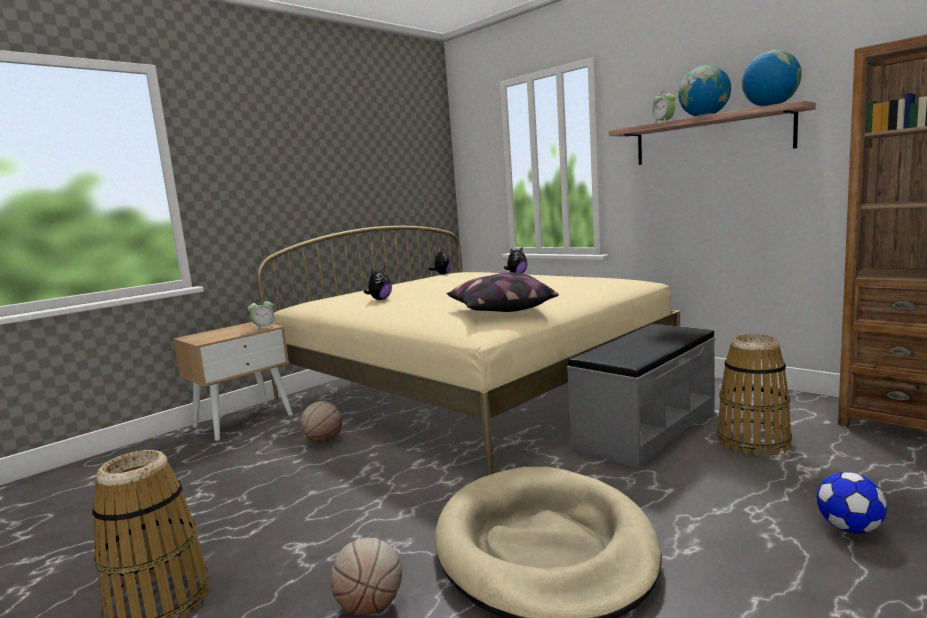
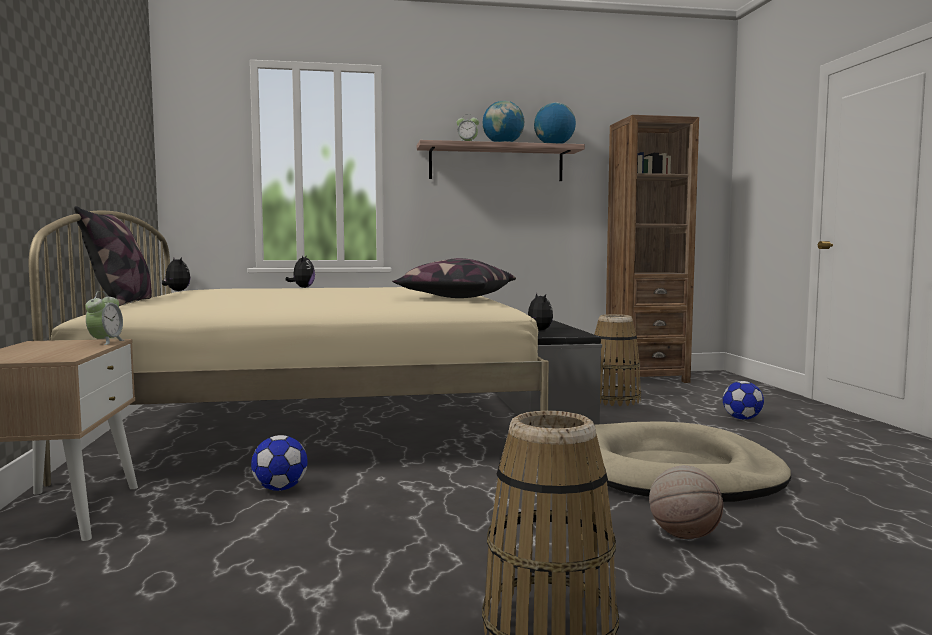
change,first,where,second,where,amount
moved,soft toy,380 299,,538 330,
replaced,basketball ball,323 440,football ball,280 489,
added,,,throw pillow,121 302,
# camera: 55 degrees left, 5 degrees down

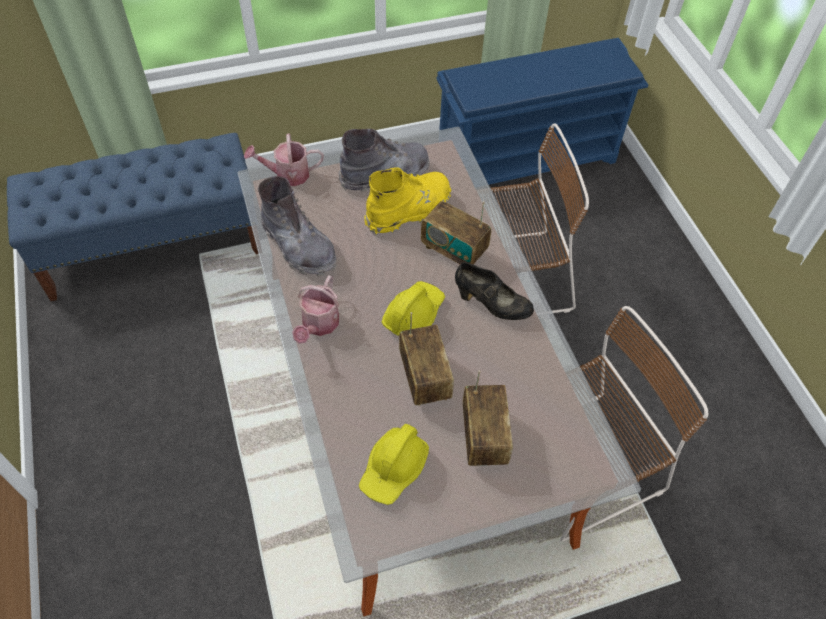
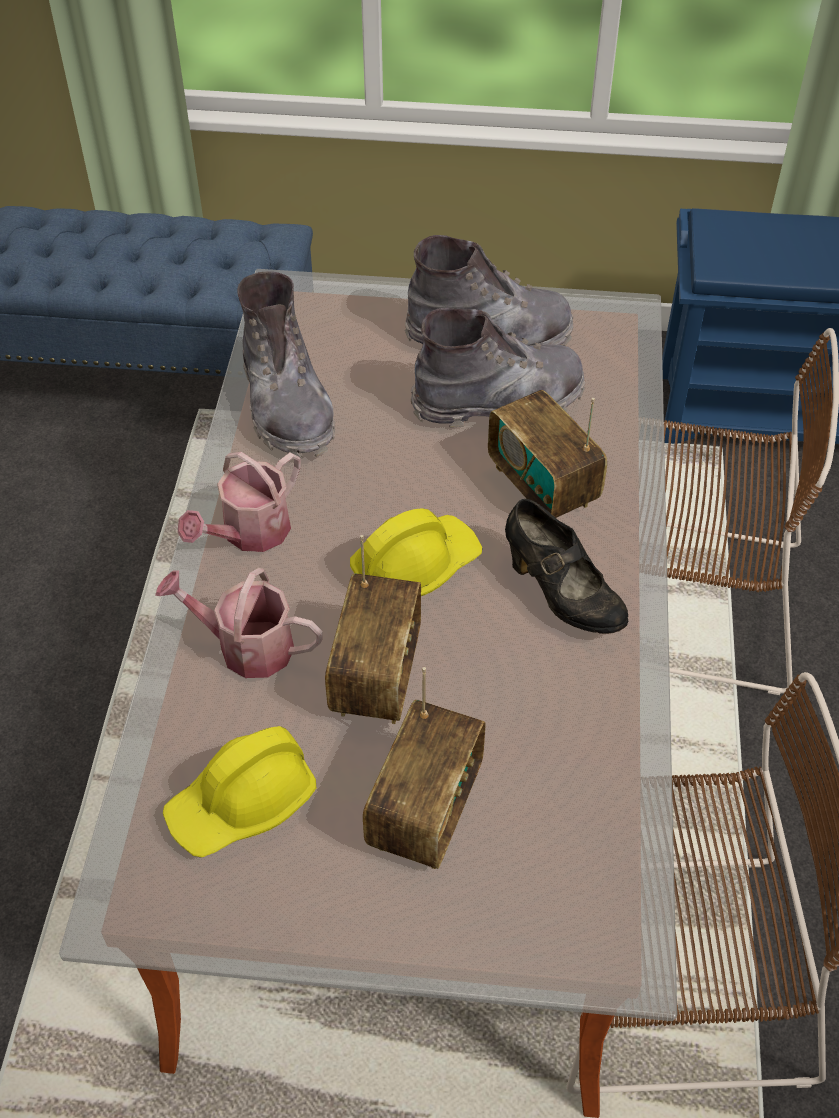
change,first,where,second,where,amount
moved,sprinkling can,287 174,,246 646,
recoloured,tall boot (yellow-coloured),409 211,tall boot (greyish),499 402,
# camera: 25 degrees right, 5 degrees down

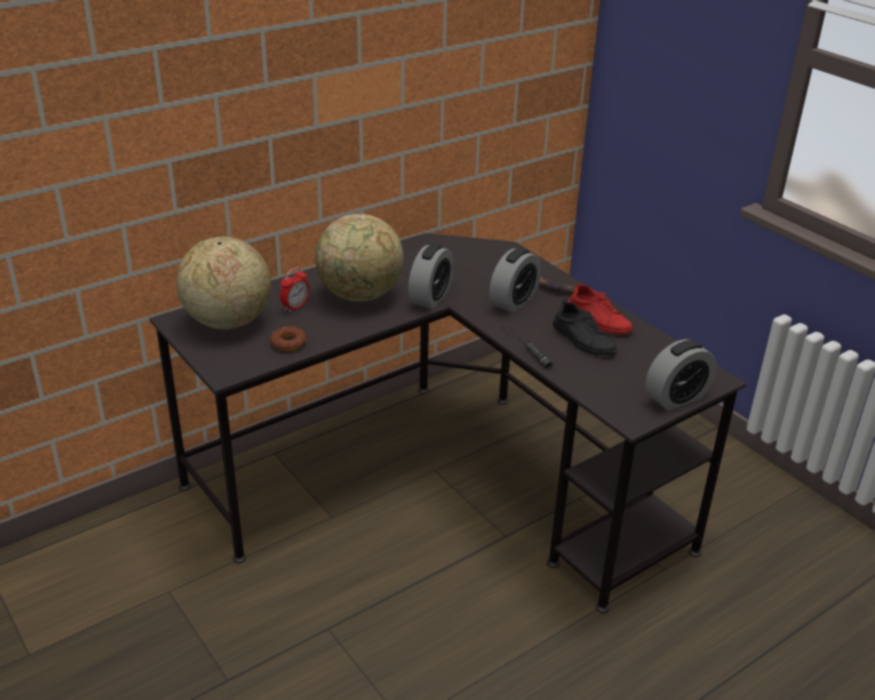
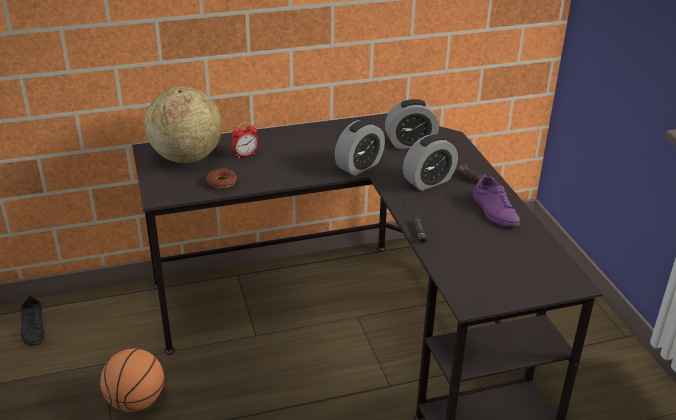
change,first,where,second,where,amount
removed,globe,360 296,,,
recoloured,shoe (red),598 320,shoe (purple-coloured),494 210,
moved,shoe (black),583 340,,33 328,
moved,table clock,676 398,,410 143,
added,,,basketball ball,136 401,
# camera: 20 degrees right, 0 degrees up

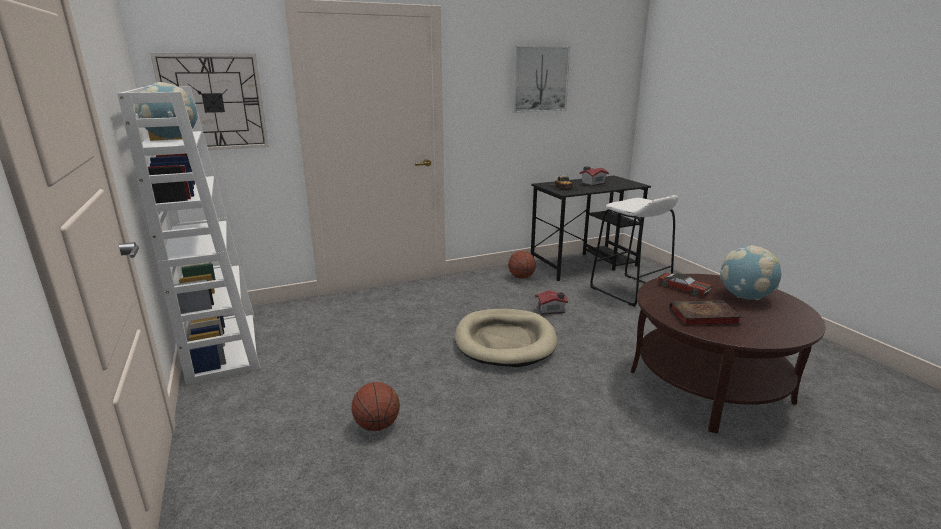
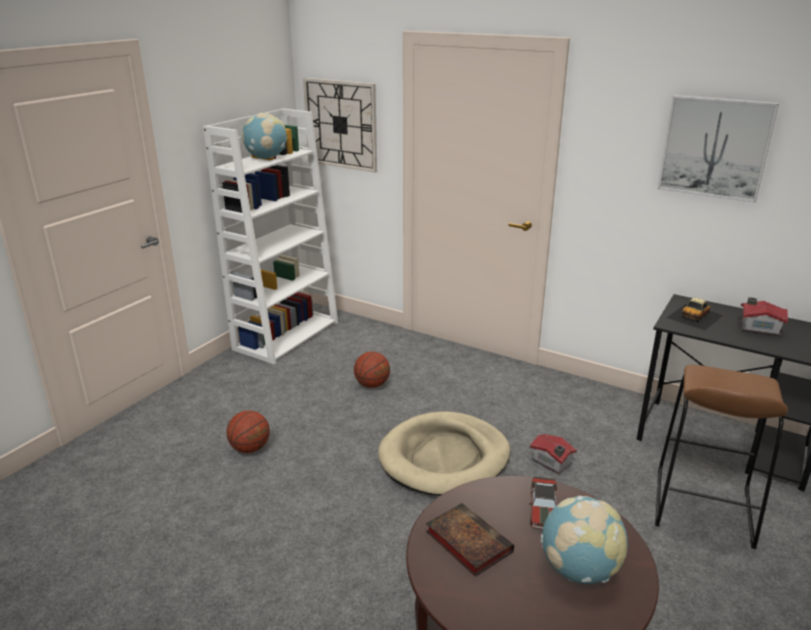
change,first,where,second,where,amount
recoloured,sitting stool (white-coloured),630 290,sitting stool (brown-coloured),702 508,
moved,basketball ball,521 277,,372 385,
# camera: 55 degrees right, 5 degrees up

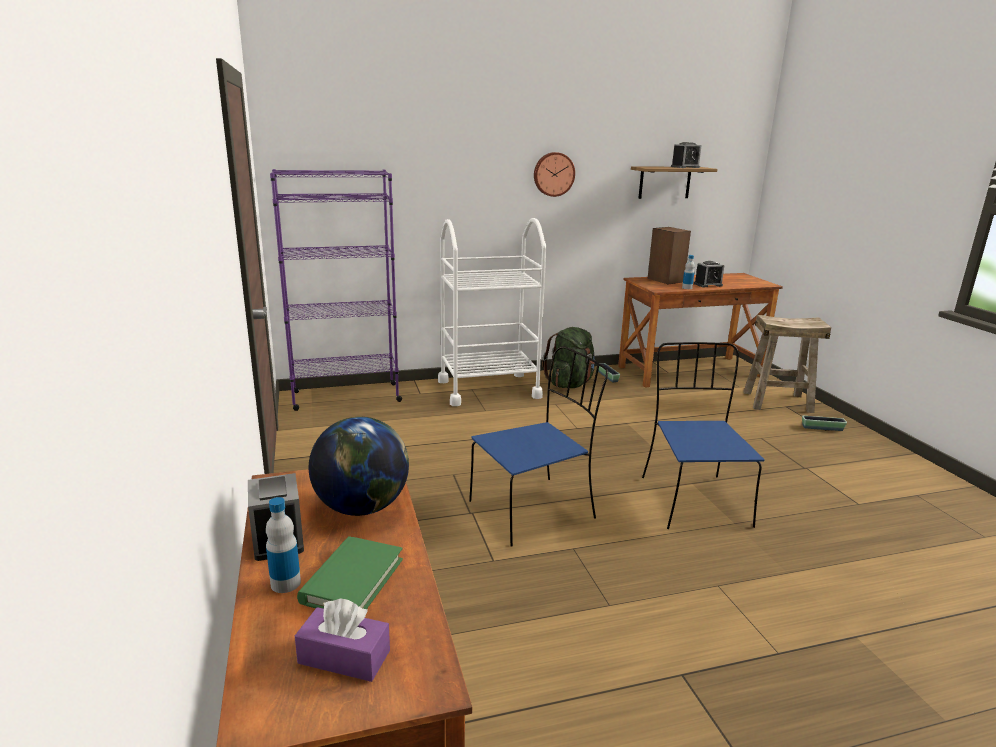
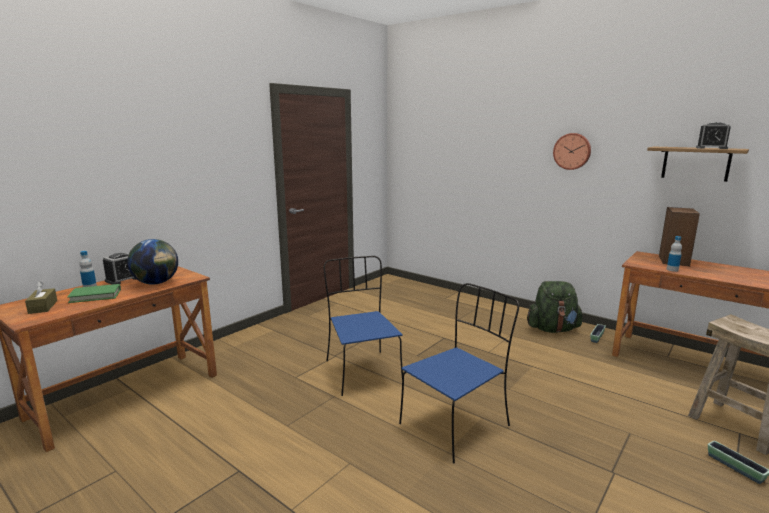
change,first,where,second,where,amount
removed,shelving unit (purple-coloured),346 396,,,
removed,trolley (white-coloured),488 389,,,
removed,table clock,708 285,,,
turned,chair (bluish),534 509,,362 371,135 degrees counterclockwise
recoloured,tissue holder (purple-coloured),344 657,tissue holder (brown-coloured),43 307,
# camera: 55 degrees right, 5 degrees down

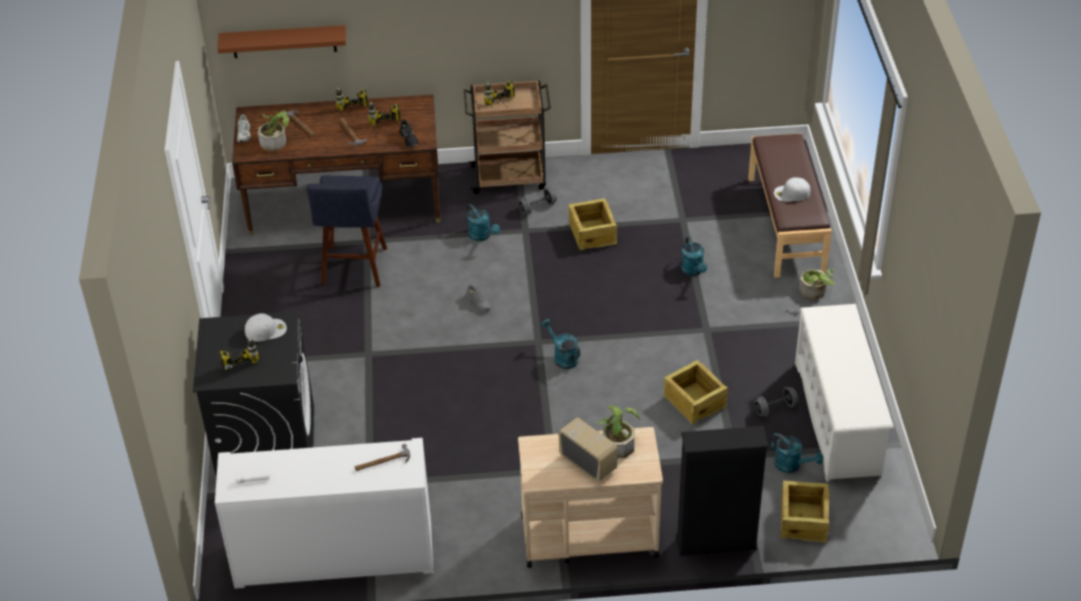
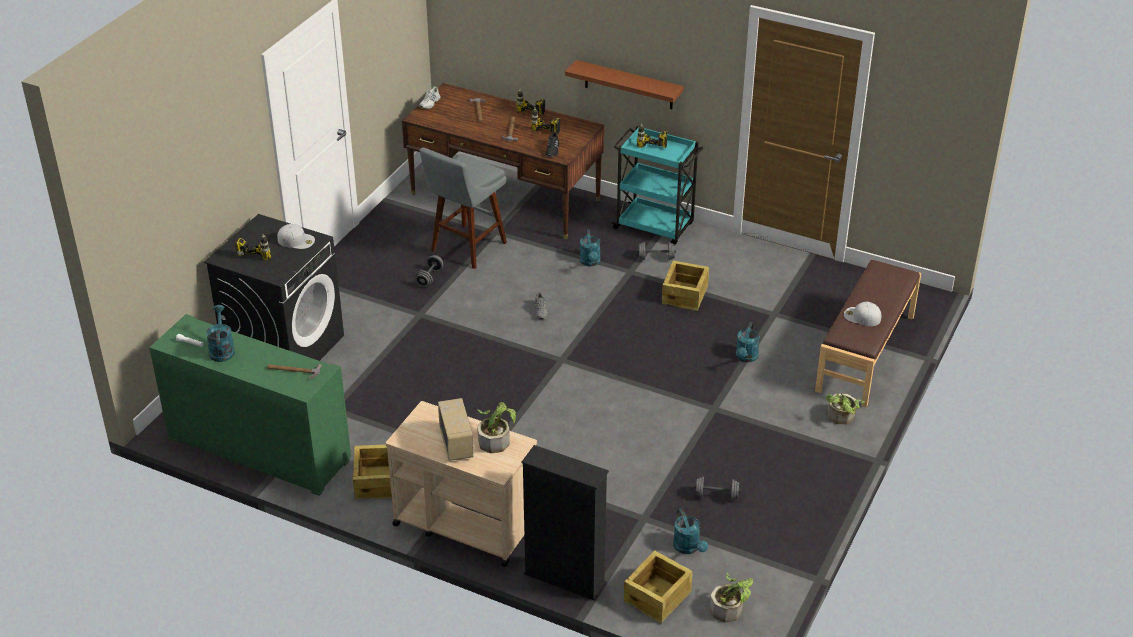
change,first,where,second,where,amount
moved,shelf (brown-coloured),284 41,,628 85,
recoloured,trolley (brown-coloured),510 177,trolley (turquoise),655 227,
moved,potted plant,276 141,,730 608,
recoloured,sitting stool (bluish),353 270,sitting stool (greyish),465 249,
removed,shoe rack (white-coloured),837 418,,,
moved,sprinkling can (turquoise),562 357,,221 349,
moved,crate,695 401,,378 481,
recoloured,cabinet (white-coloured),334 555,cabinet (greenish),259 448,
added,,,hand weight (greyish),429 278,
# camera: 30 degrees right, 5 degrees down

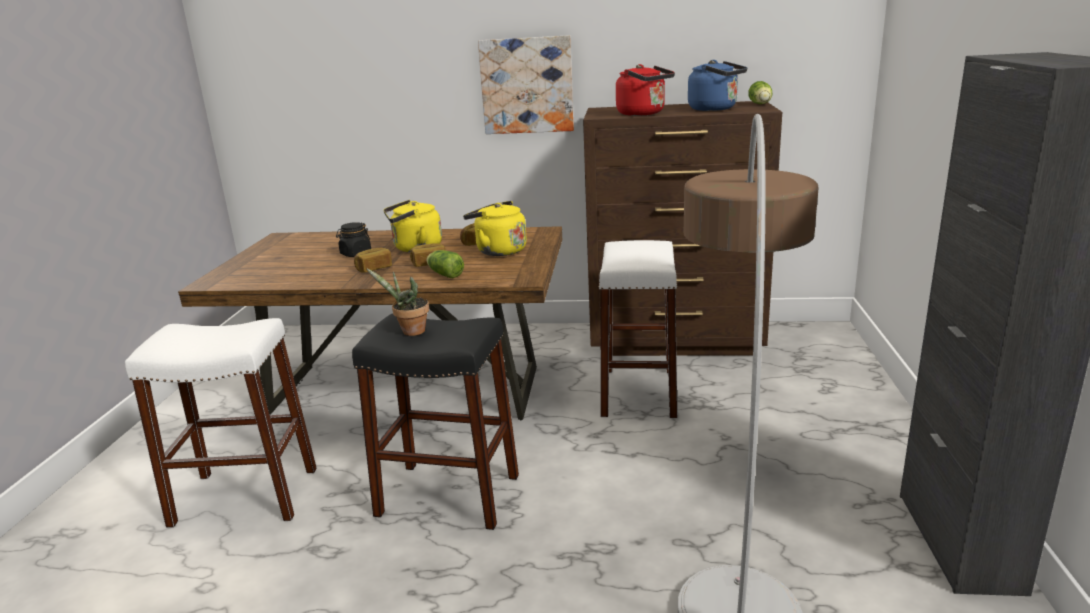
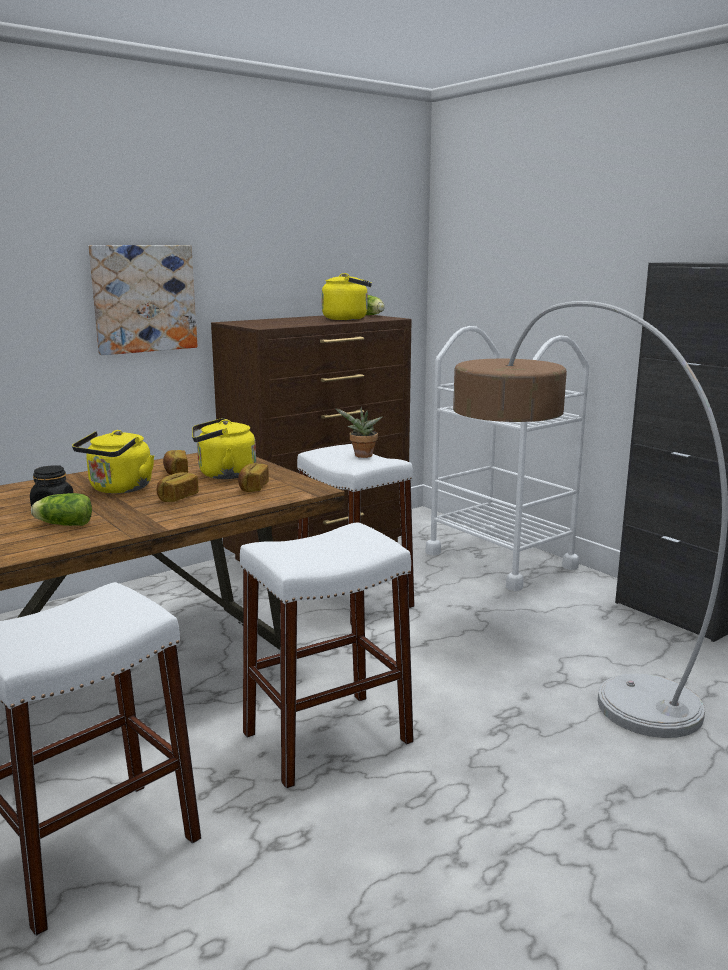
change,first,where,second,where,amount
recoloured,tea kettle (bluish),715 109,tea kettle (yellow-coloured),348 319,
removed,tea kettle (red),643 114,,,
moved,baked bread,374 268,,252 487,
moved,head of lettuce,444 274,,62 524,
moved,potted plant,410 332,,362 456,
recoloured,sitting stool (black),448 495,sitting stool (white-coloured),327 737,
added,,,trolley (white-coloured),500 560,
# camera: 45 degrees left, 5 degrees down

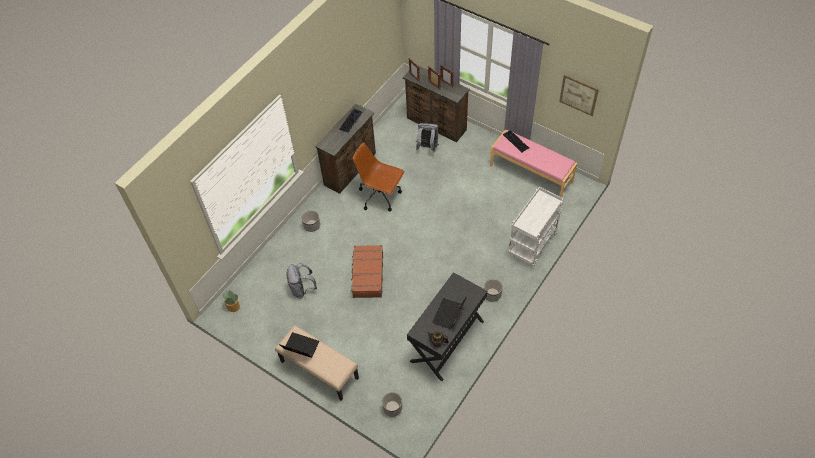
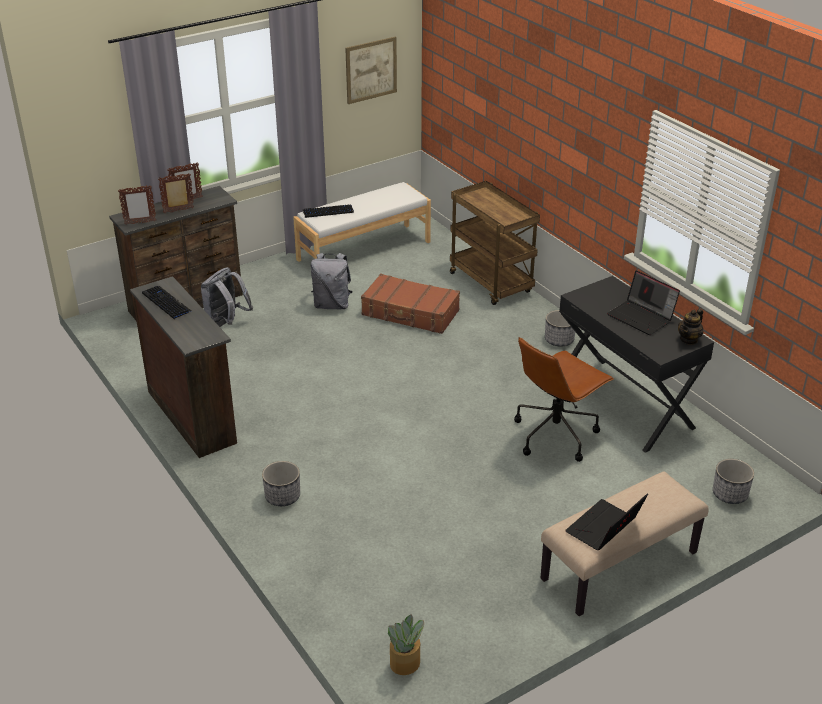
change,first,where,second,where,amount
recoloured,indoor bench (pinkish),531 173,indoor bench (white-coloured),363 250,
moved,desk chair (brown-coloured),380 196,,555 434,
recoloured,trolley (white-coloured),532 245,trolley (brown-coloured),492 284,
moved,suitcase (brown-coloured),367 275,,410 313,
moved,knapsack (greyish),302 289,,332 305,
# camera: 70 degrees left, 20 degrees down

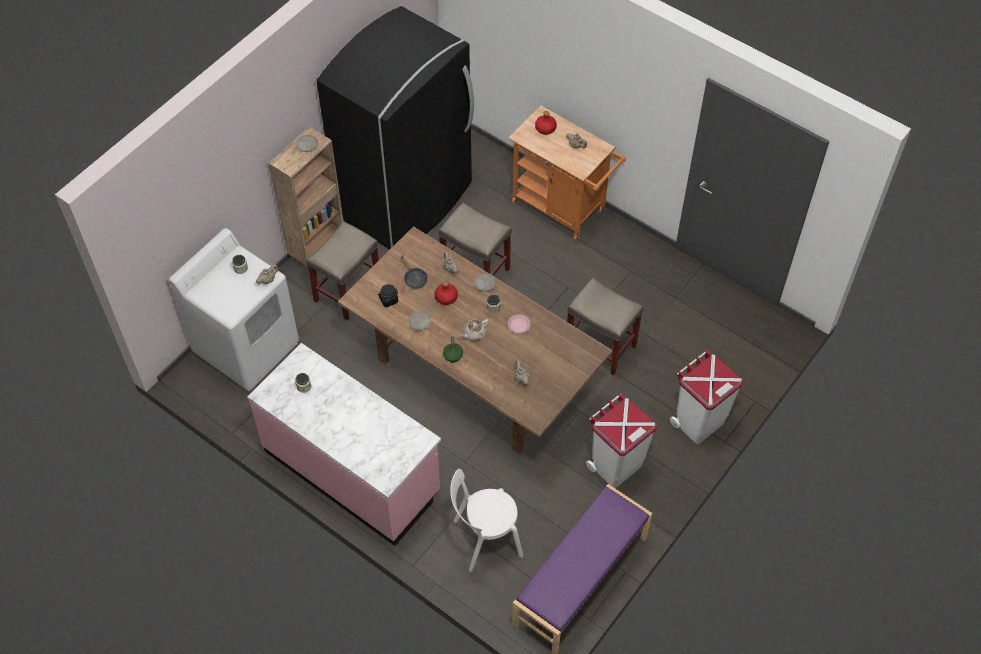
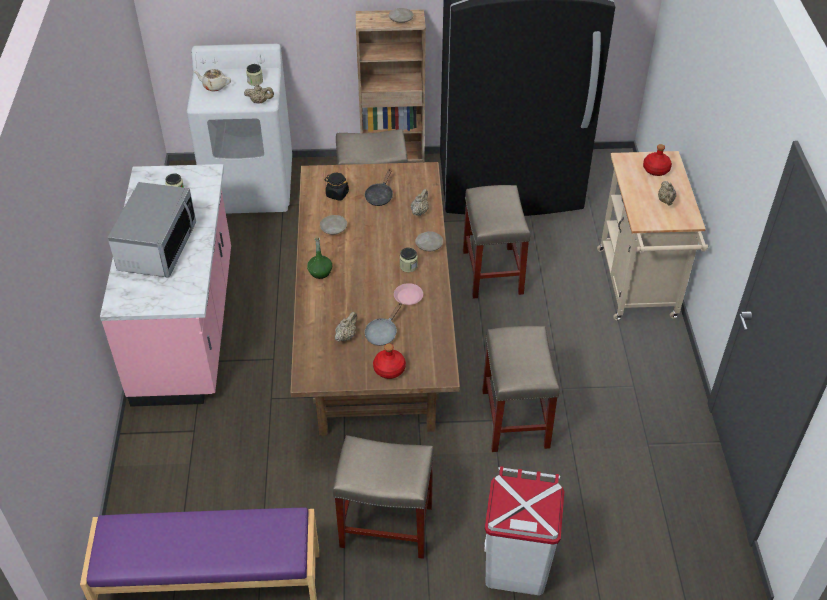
change,first,where,second,where,amount
recoloured,trolley (orange-coloured),563 209,trolley (sand-coloured),638 288,
moved,bottle (red),446 297,,389 369,
moved,tea pot (sand-coloured),474 334,,214 86,
replaced,waste bin (white-coloured),616 465,sitting stool (sand-coloured),385 526,
removed,chair (white-coloured),484 539,,,
added,,,kitchen microwave,157 247,
added,,,skillet (greyish),382 333,
# camera: 50 degrees right, 10 degrees down

